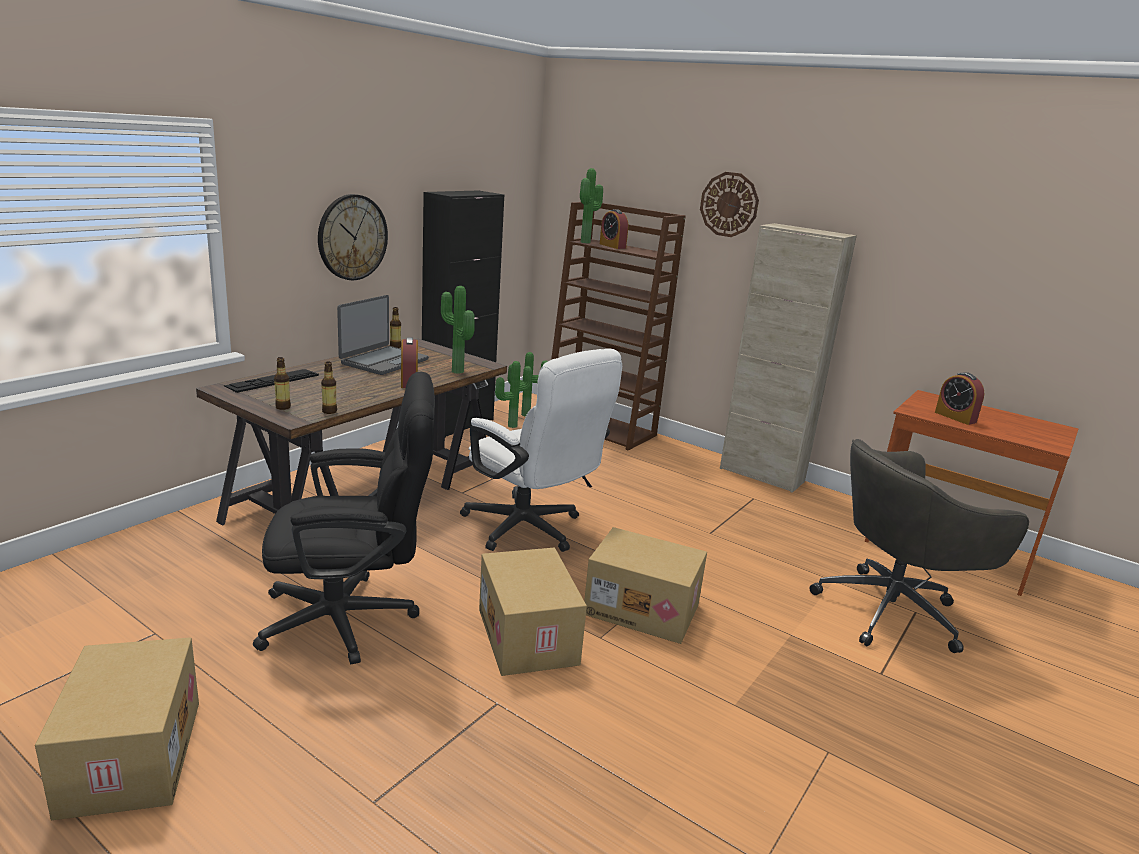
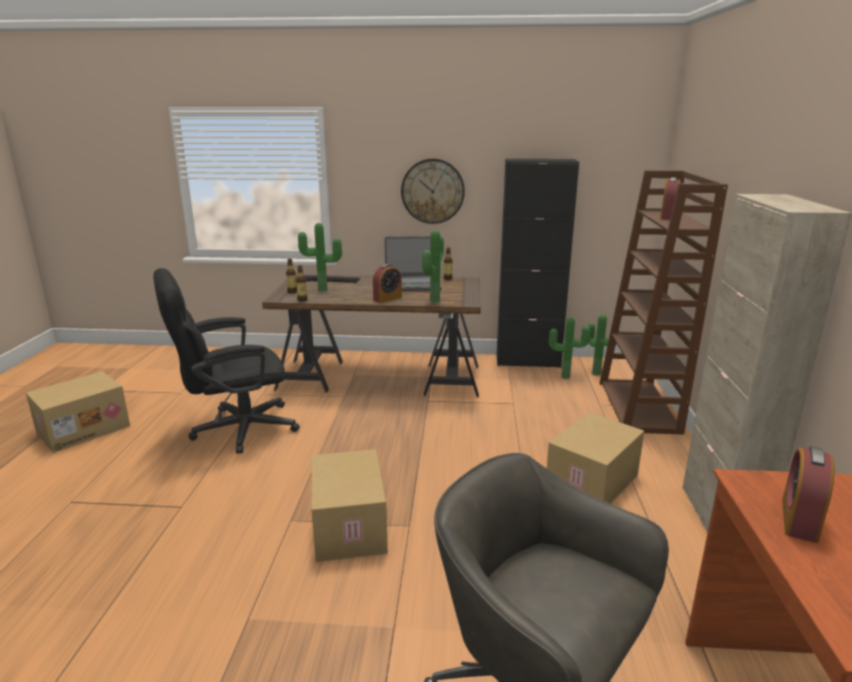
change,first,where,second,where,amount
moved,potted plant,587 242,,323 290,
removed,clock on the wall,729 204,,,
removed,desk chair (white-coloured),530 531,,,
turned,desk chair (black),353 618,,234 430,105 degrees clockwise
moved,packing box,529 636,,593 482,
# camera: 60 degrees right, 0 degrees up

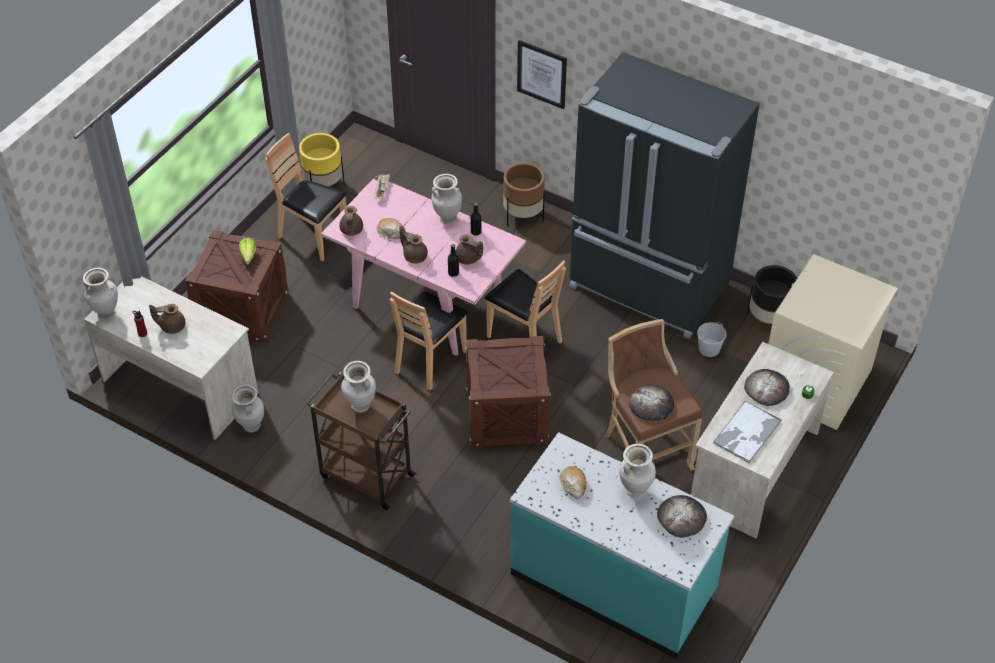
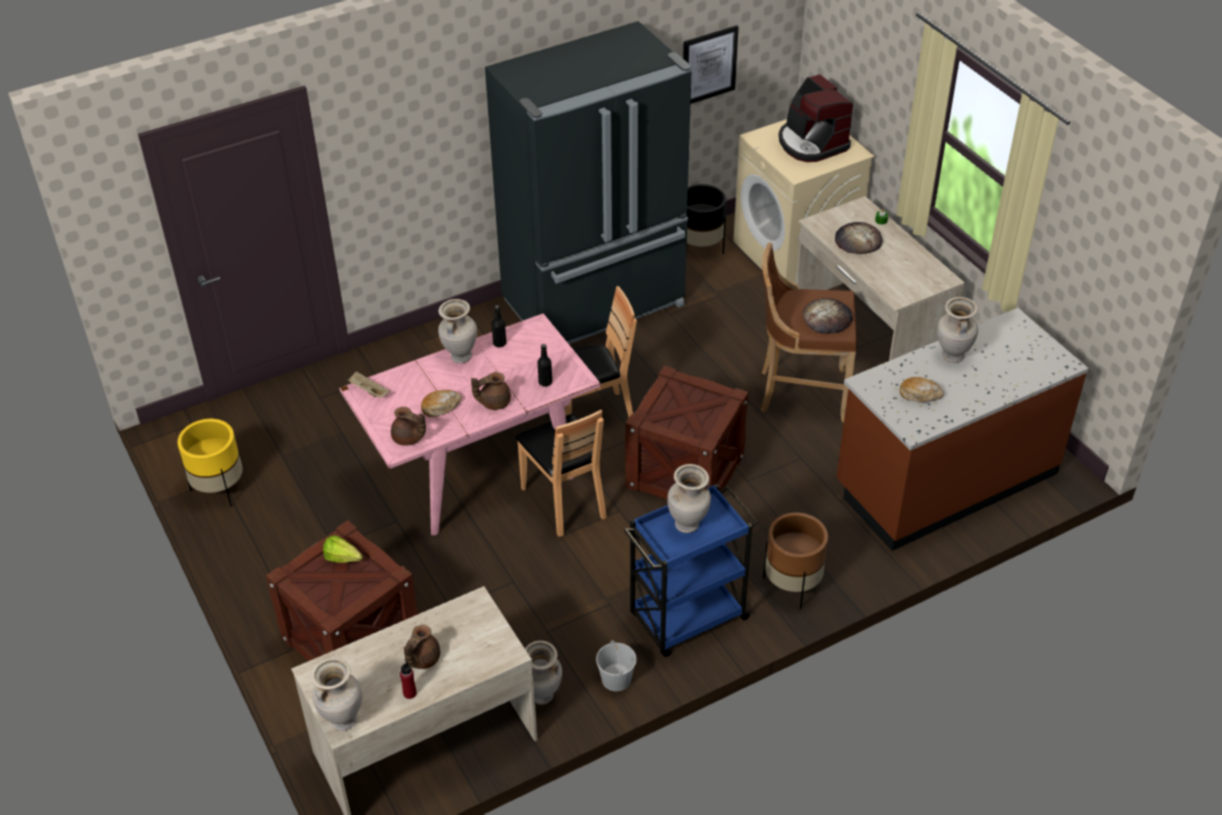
change,first,where,second,where,amount
moved,picture,542 74,,709 65,
removed,chair (brown-coloured),313 237,,,
moved,plant pot (brown-coloured),523 216,,792 585,
removed,tea pot (brown-coloured),468 259,,,
moved,water bucket (white-coloured),709 349,,616 679,
recoloured,trolley (brown-coloured),365 475,trolley (bluish),687 618,
removed,serving tray,746 433,,,
recoloured,kitchen counter (turquoise),613 582,kitchen counter (brown-coloured),945 479,
removed,baked bread,681 517,,,
added,,,coffee maker,811 143,
# camera: 60 degrees left, 5 degrees down

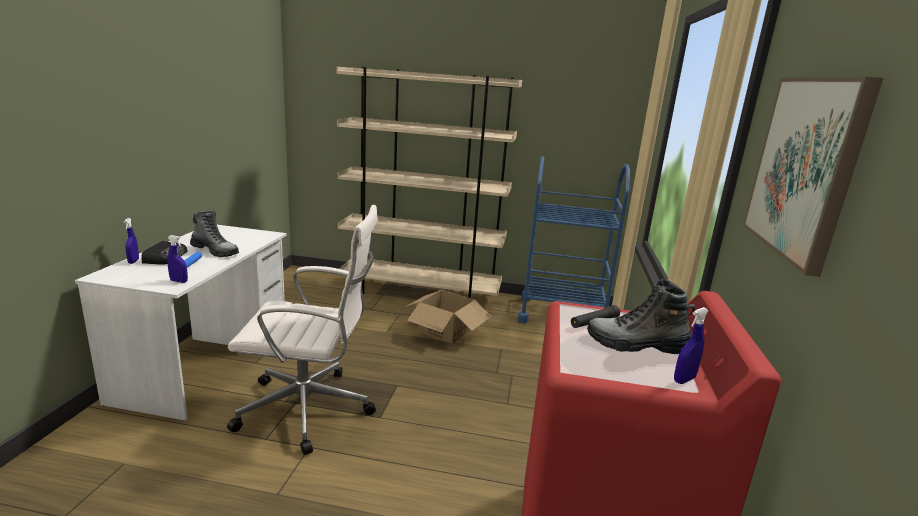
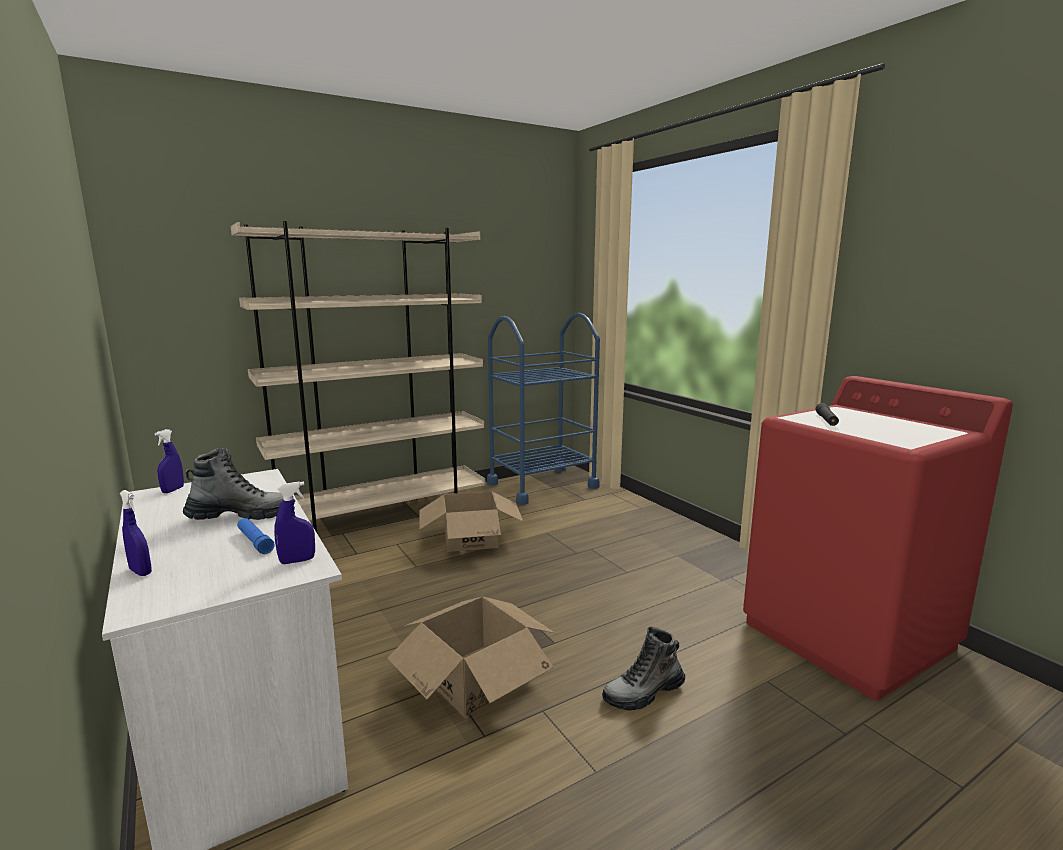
change,first,where,second,where,amount
removed,picture,805 167,,,
replaced,desk chair (white-coloured),309 409,packing box,476 679,
removed,radio,165 257,,,
moved,tall boot,637 346,,643 693,
moved,hand sprayer (bluish),684 380,,173 490,
# camera: 40 degrees left, 5 degrees down

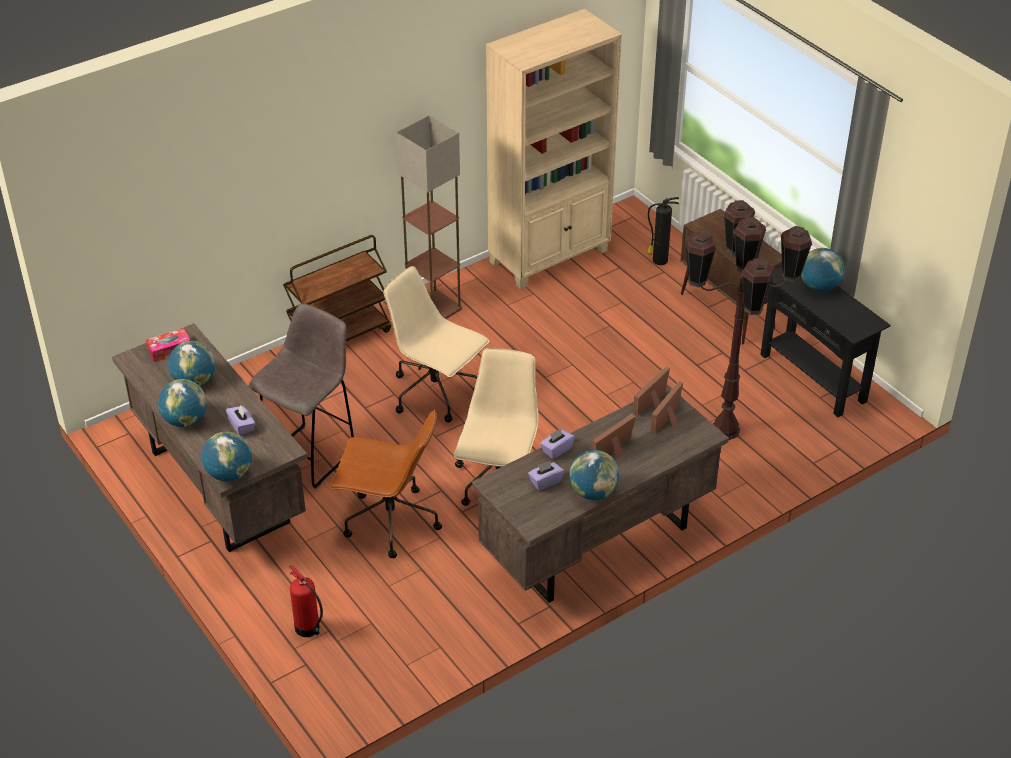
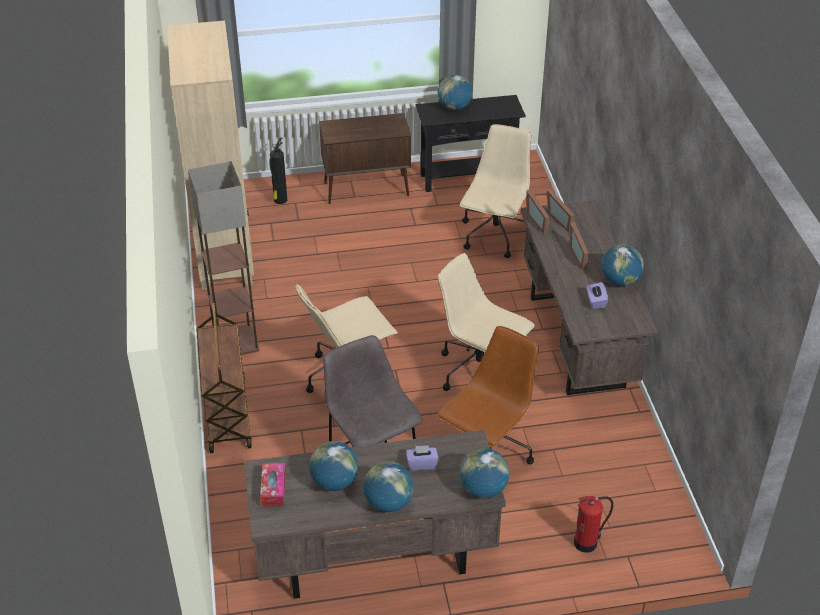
change,first,where,second,where,amount
replaced,standard lamp (brown-coloured),726 430,desk chair (sand-coloured),495 236,
removed,tissue holder (purple-coloured),556 450,,,
# camera: 65 degrees left, 0 degrees up

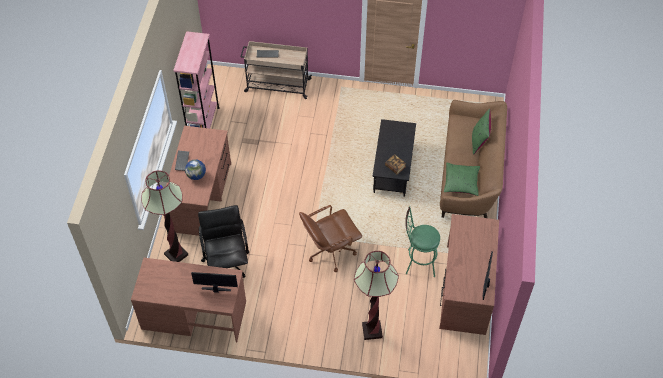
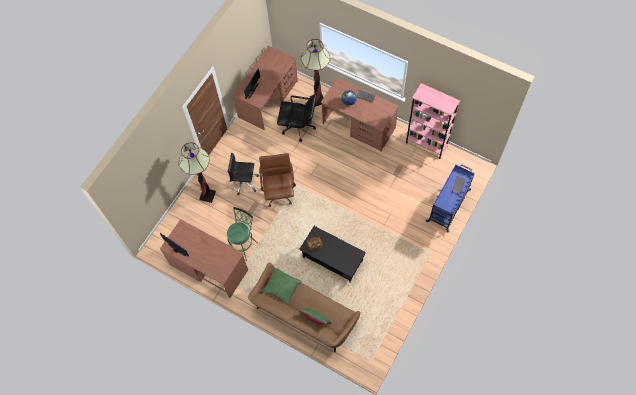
change,first,where,second,where,amount
recoloured,trolley (sand-coloured),277 85,trolley (bluish),448 205,
added,,,desk chair (black),244 182,
# camera: 115 degrees right, 10 degrees up

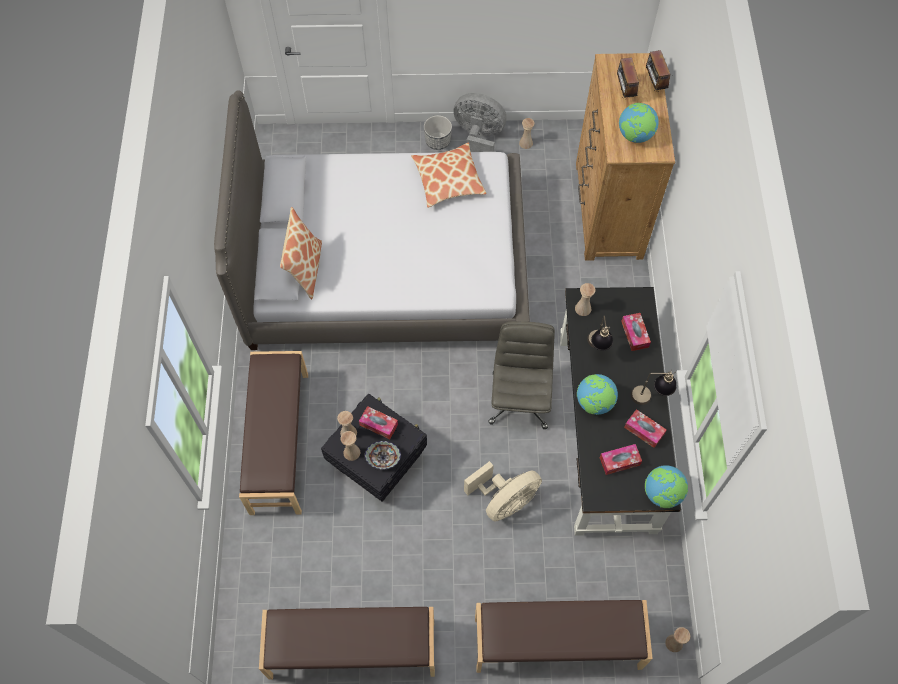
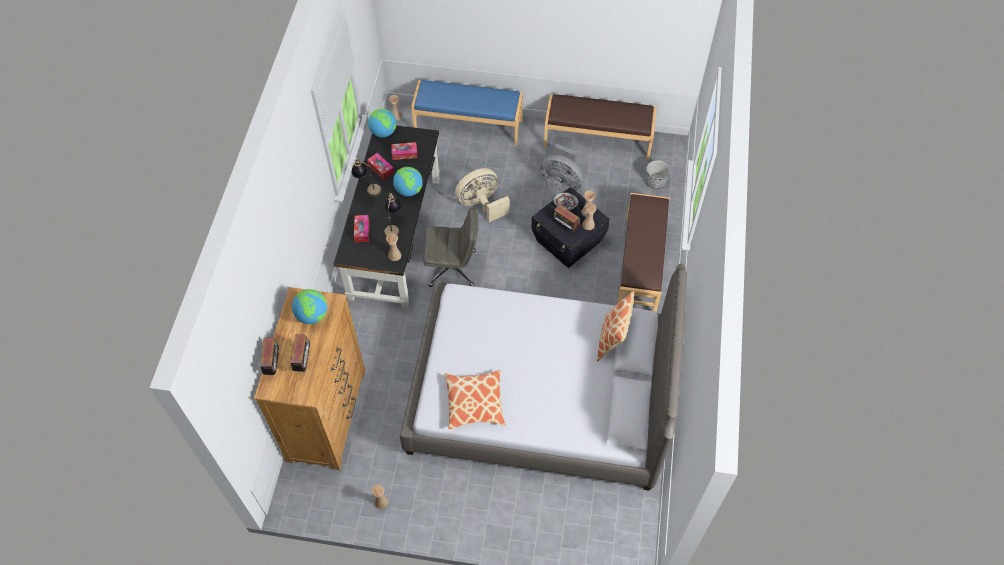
change,first,where,second,where,amount
moved,electric fan (greyish),479 138,,561 182,
moved,plant pot,437 141,,655 181,
turned,desk chair (greyish),519 399,,453 268,105 degrees counterclockwise
replaced,tissue holder,378 425,radio,565 227,
recoloured,indoor bench (brown-coloured),557 643,indoor bench (bluish),468 125,
# camera: 170 degrees left, 5 degrees down

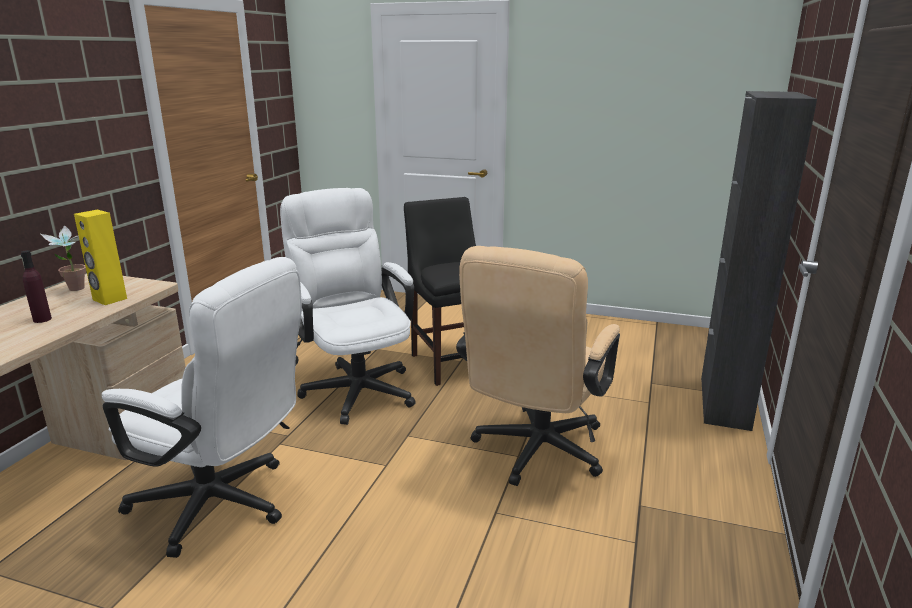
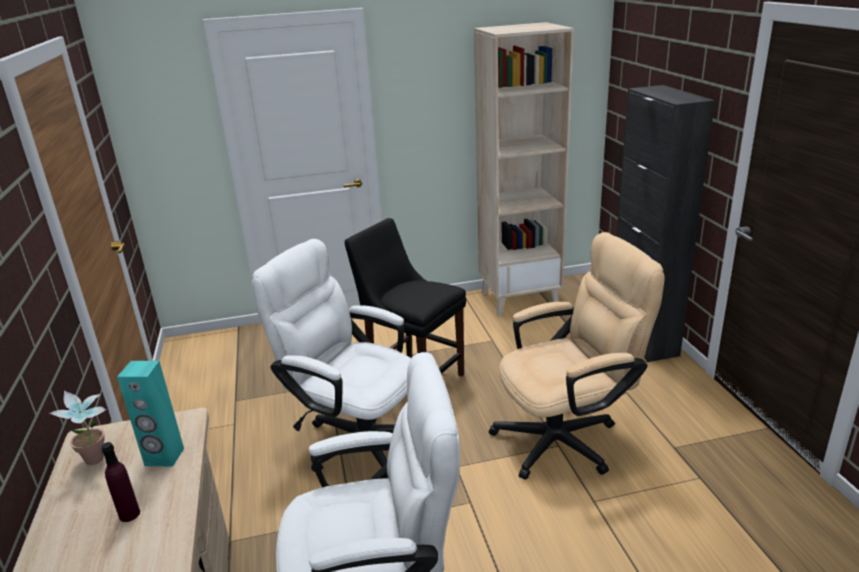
change,first,where,second,where,amount
recoloured,loudspeaker (yellow-coloured),109 299,loudspeaker (turquoise),164 457,
turned,desk chair (sand-coloured),534 454,,567 438,105 degrees counterclockwise
added,,,shelving unit (sand-coloured),519 299,
# camera: 30 degrees left, 5 degrees up

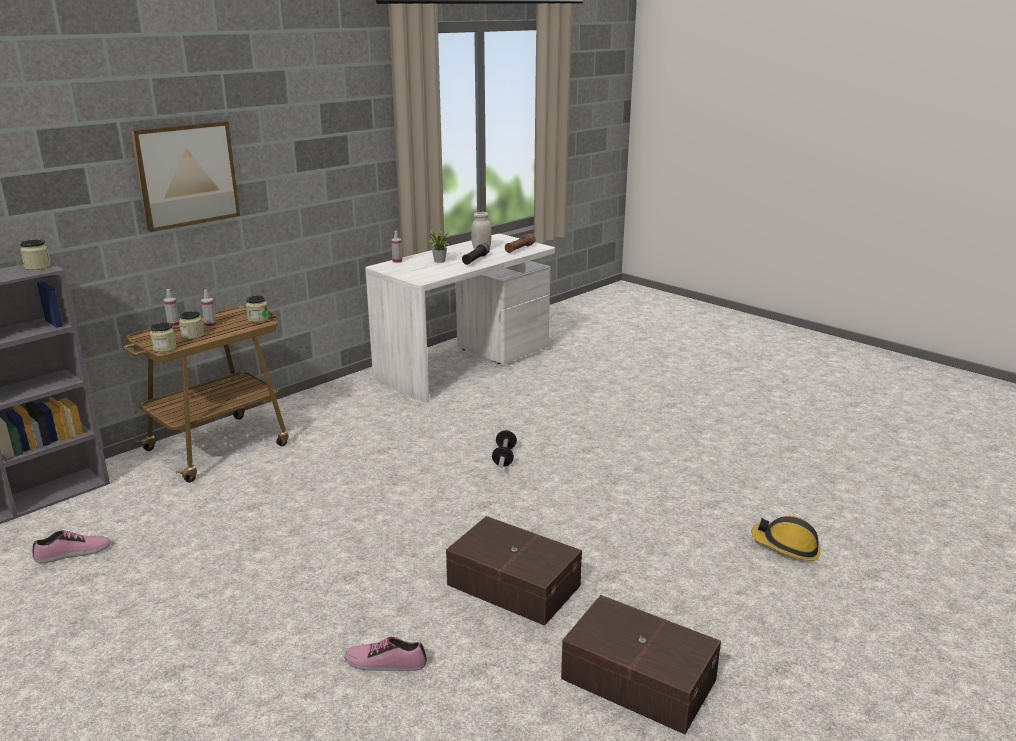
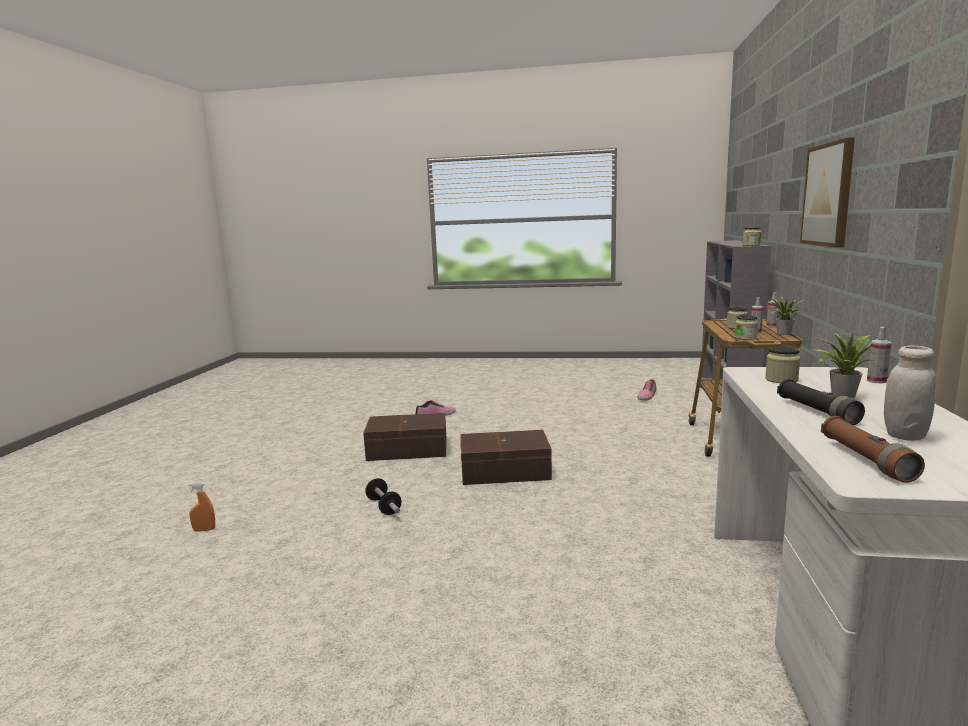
change,first,where,second,where,amount
moved,storage jar,164 348,,781 380,
moved,hand weight,504 457,,384 506,
replaced,hard hat,786 546,hand sprayer (orange-coloured),204 530,
moved,storage container (brown-coloured),638 677,,506 471,
added,,,potted plant,782 334,
# camera: 145 degrees right, 10 degrees down

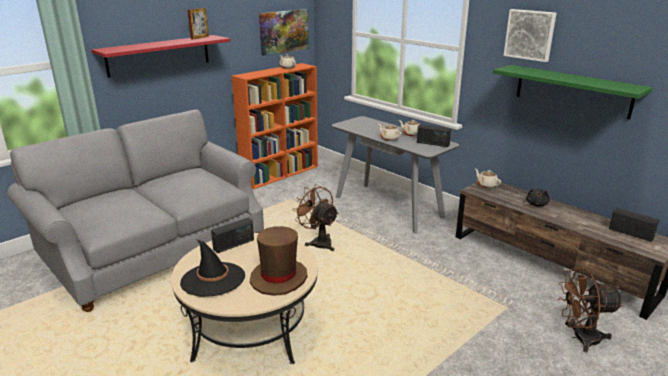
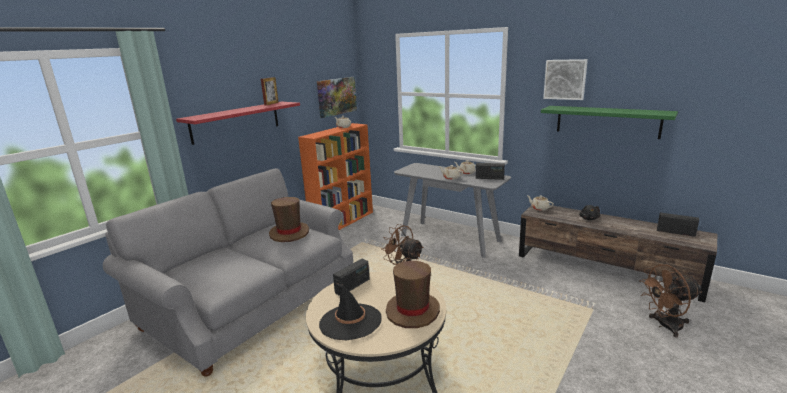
change,first,where,second,where,amount
added,,,clothing hat (brown-coloured),289 233,
# camera: 10 degrees left, 5 degrees down

